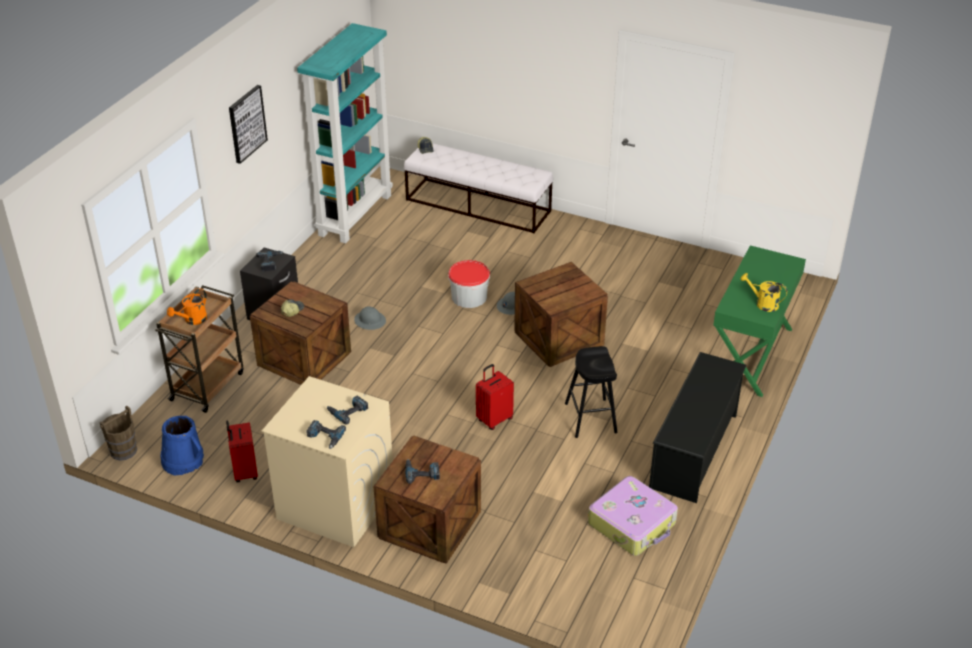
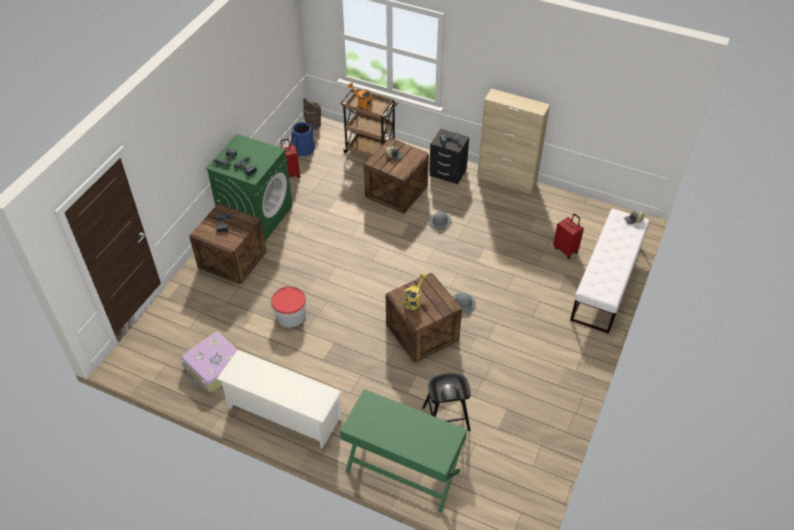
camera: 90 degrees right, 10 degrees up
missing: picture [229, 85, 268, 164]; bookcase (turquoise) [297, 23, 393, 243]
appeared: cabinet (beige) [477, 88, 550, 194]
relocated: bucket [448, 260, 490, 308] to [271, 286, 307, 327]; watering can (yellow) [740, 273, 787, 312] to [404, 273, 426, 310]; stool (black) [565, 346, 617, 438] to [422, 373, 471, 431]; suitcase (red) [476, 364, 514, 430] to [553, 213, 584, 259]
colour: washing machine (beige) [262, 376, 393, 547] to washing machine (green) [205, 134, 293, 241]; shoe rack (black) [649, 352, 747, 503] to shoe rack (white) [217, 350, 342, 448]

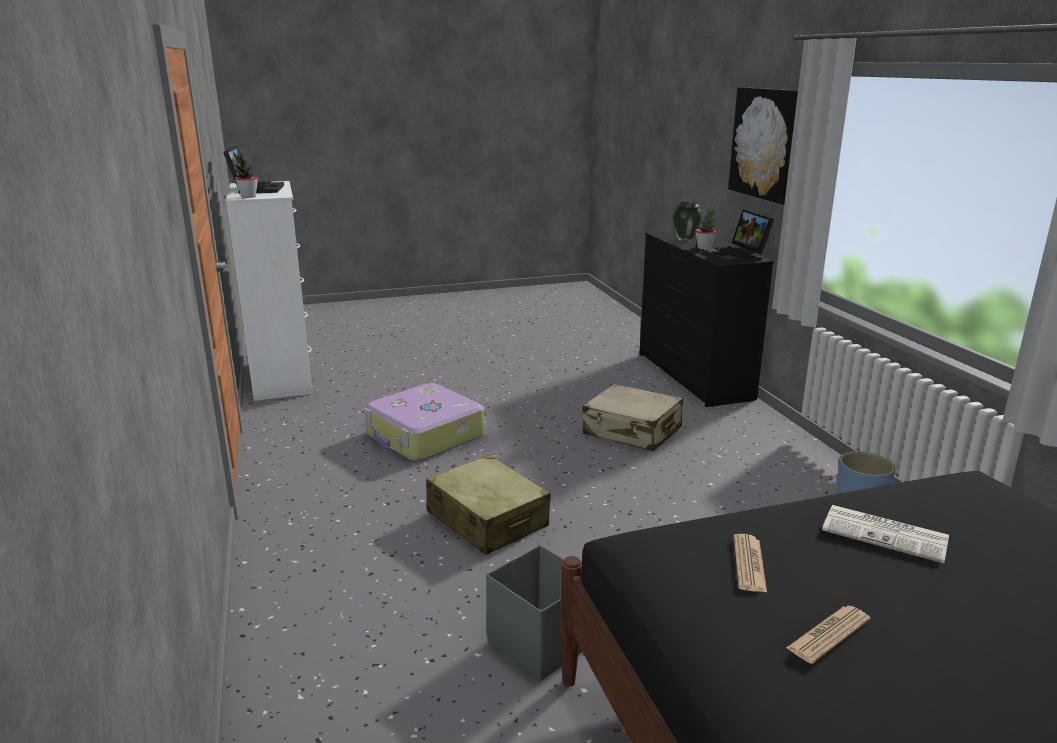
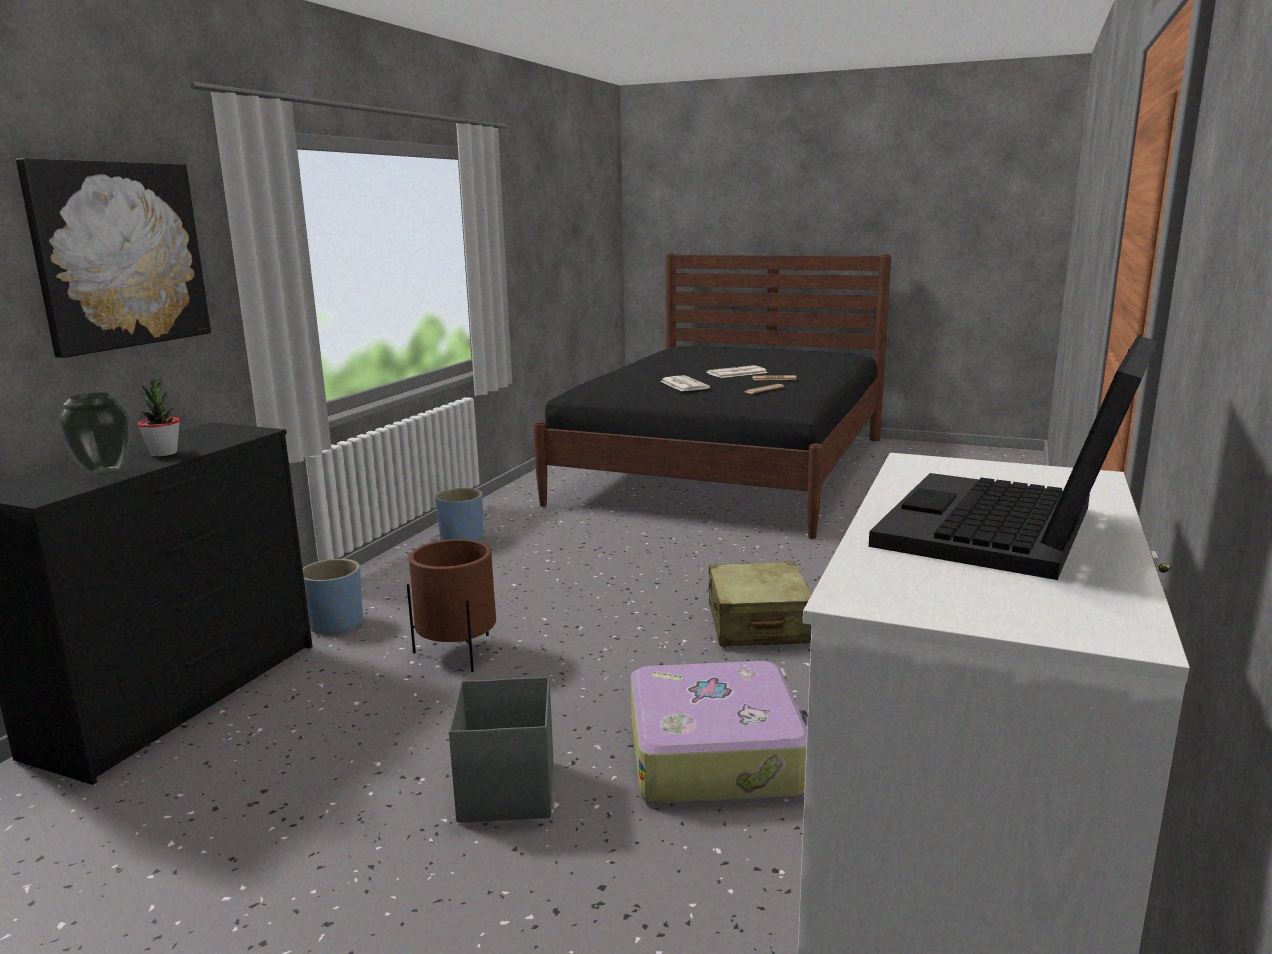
camera: 140 degrees left, 5 degrees down
missing: potted plant [234, 153, 258, 198]; laptop [702, 209, 774, 263]
appeared: planter (blue) [302, 559, 363, 634]; newspaper [706, 365, 768, 378]
relocated: storage box (grey) [486, 545, 582, 681] to [449, 677, 553, 823]
exchanged: suitcase (beige) [582, 384, 683, 451] to planter (brown) [407, 539, 496, 672]

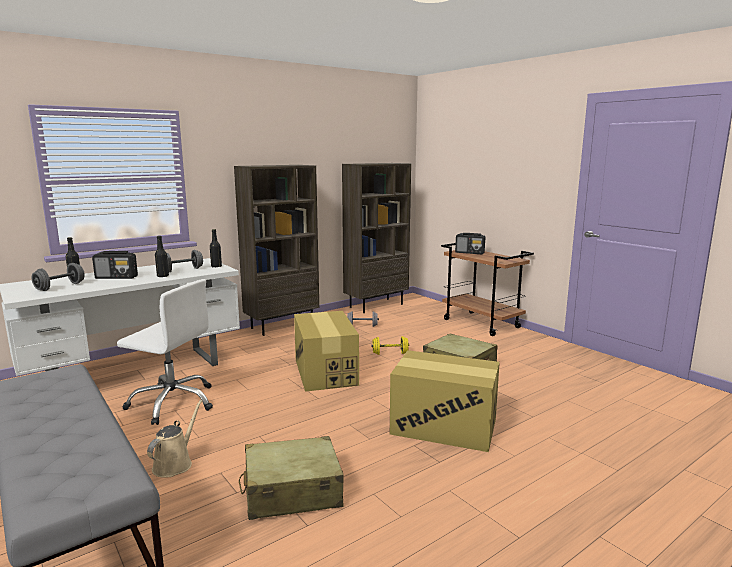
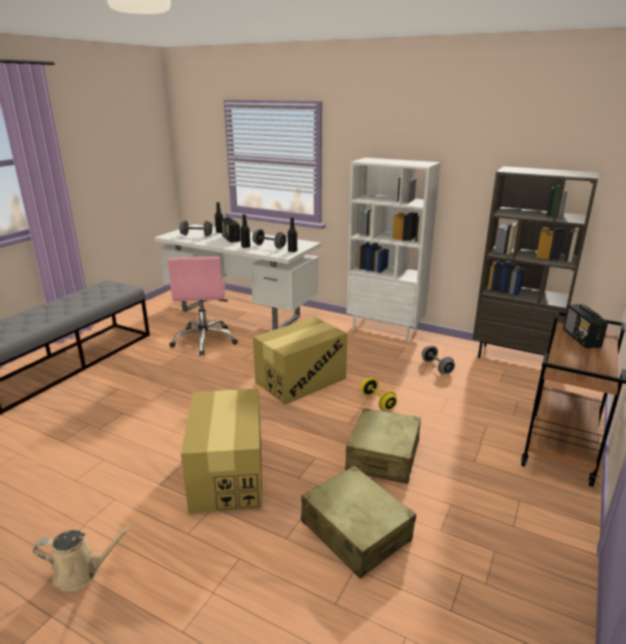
camera: 65 degrees right, 10 degrees up
relocated: watering can (beige) [147, 400, 203, 478] to [33, 526, 132, 591]; suitcase (beige) [239, 436, 344, 520] to [301, 465, 416, 579]
colour: office chair (white) [117, 279, 213, 425] to office chair (pink) [167, 257, 238, 356]; bookcase (brown) [234, 165, 319, 336] to bookcase (white) [346, 158, 441, 342]

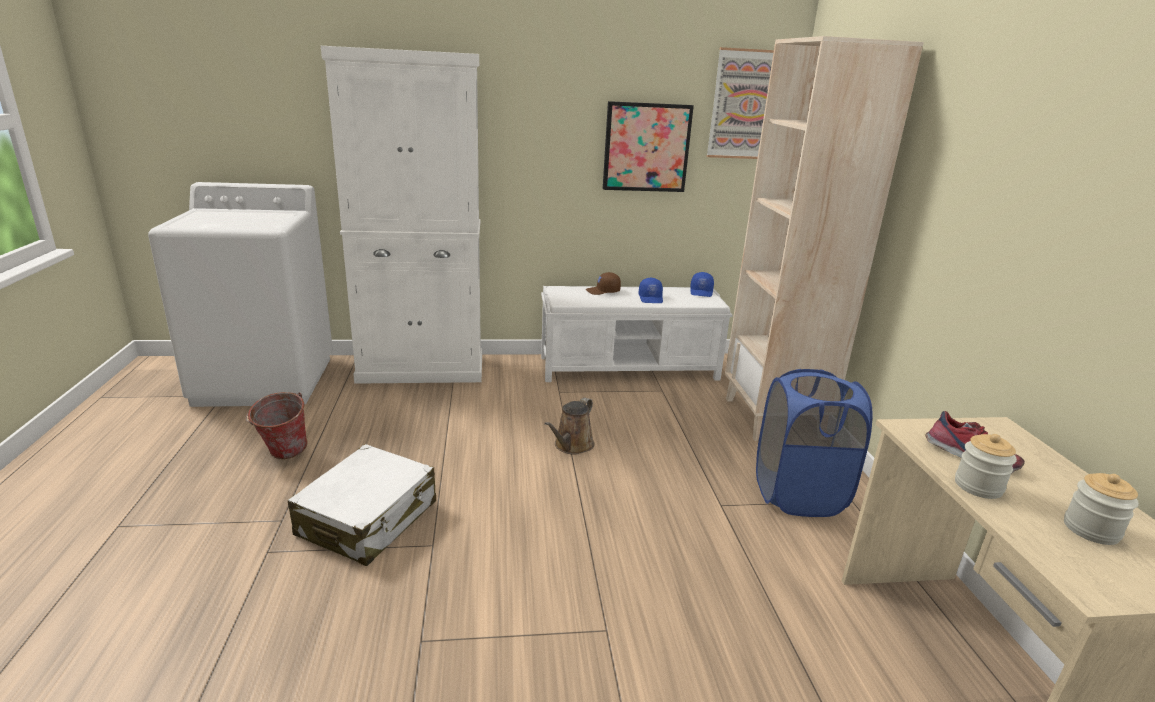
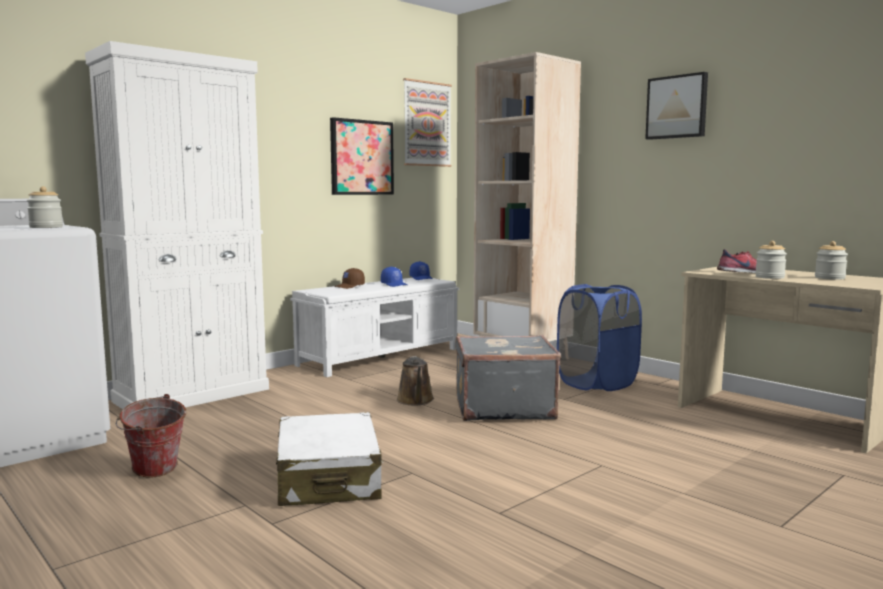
camera: 35 degrees left, 15 degrees down
appeared: jar [27, 186, 63, 228]; suitcase (grey) [455, 335, 561, 421]; picture [645, 72, 708, 140]

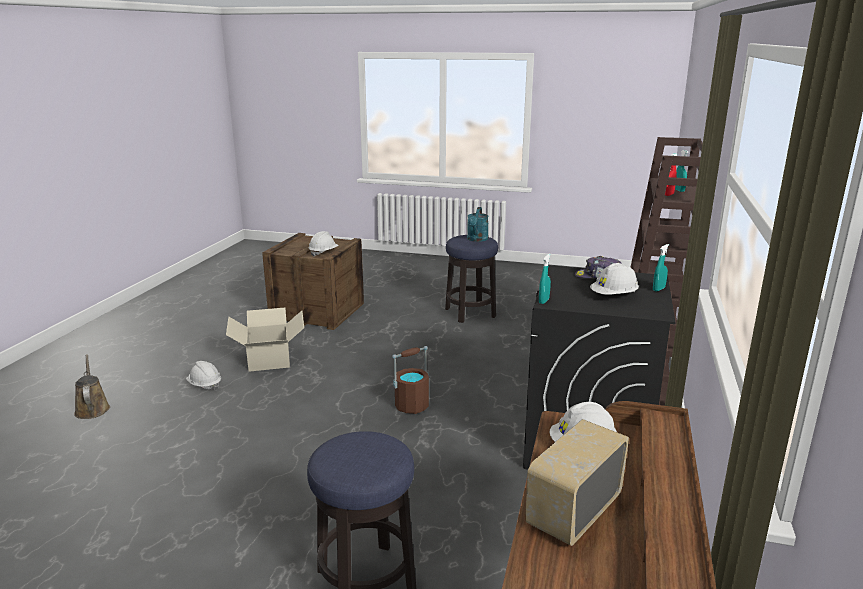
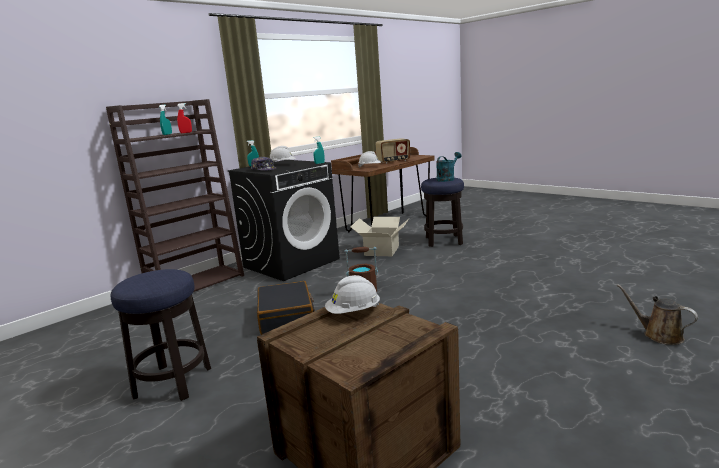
camera: 150 degrees left, 5 degrees down
missing: hard hat (white) [186, 361, 221, 390]
appeared: suitcase (black) [257, 281, 315, 335]
relocated: cardboard box [226, 308, 304, 372] to [351, 217, 409, 256]; watering can (turquoise) [467, 207, 489, 242] to [436, 152, 461, 182]
spun: watering can (brown) [74, 354, 110, 419] = [616, 284, 698, 345] 135 degrees clockwise

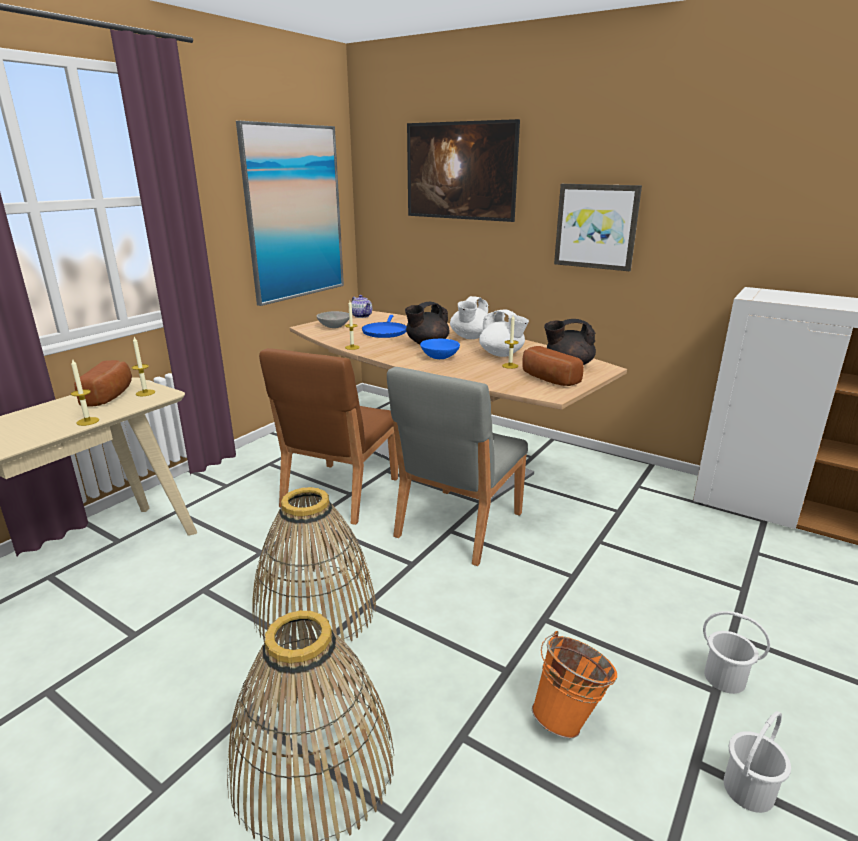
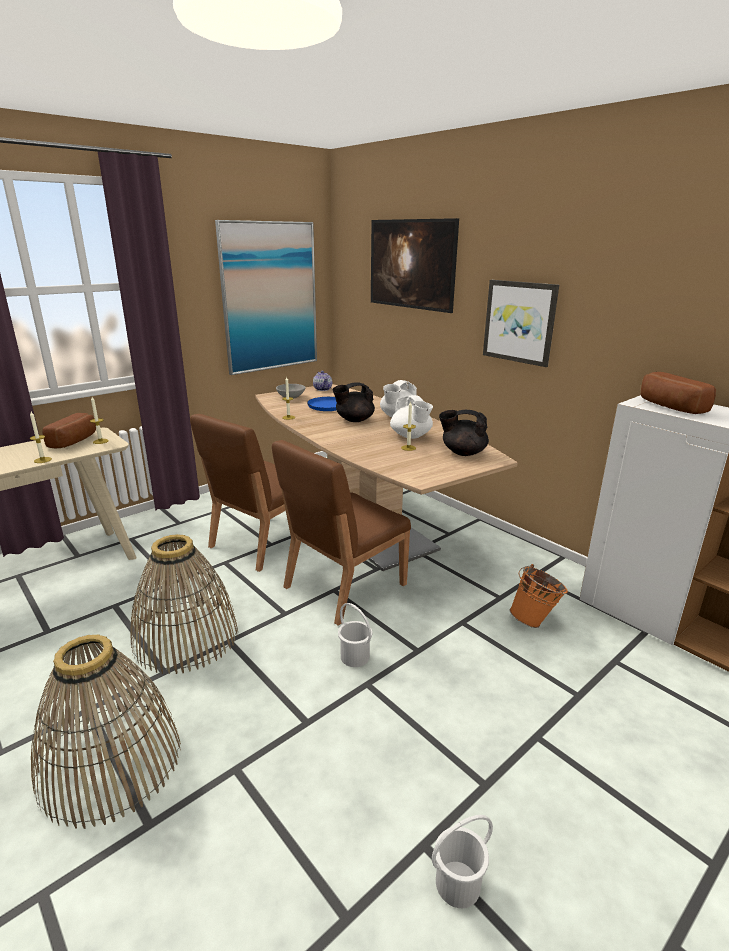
camera: 15 degrees right, 0 degrees up
missing: bowl (blue) [420, 339, 460, 359]
relocated: bucket (white) [703, 611, 770, 694] to [338, 603, 372, 667]; bucket (orange) [532, 631, 617, 739] to [510, 564, 568, 628]; bread [522, 346, 584, 386] to [641, 372, 716, 414]
colour: chair (grey) [387, 367, 528, 566] to chair (brown) [272, 440, 411, 626]

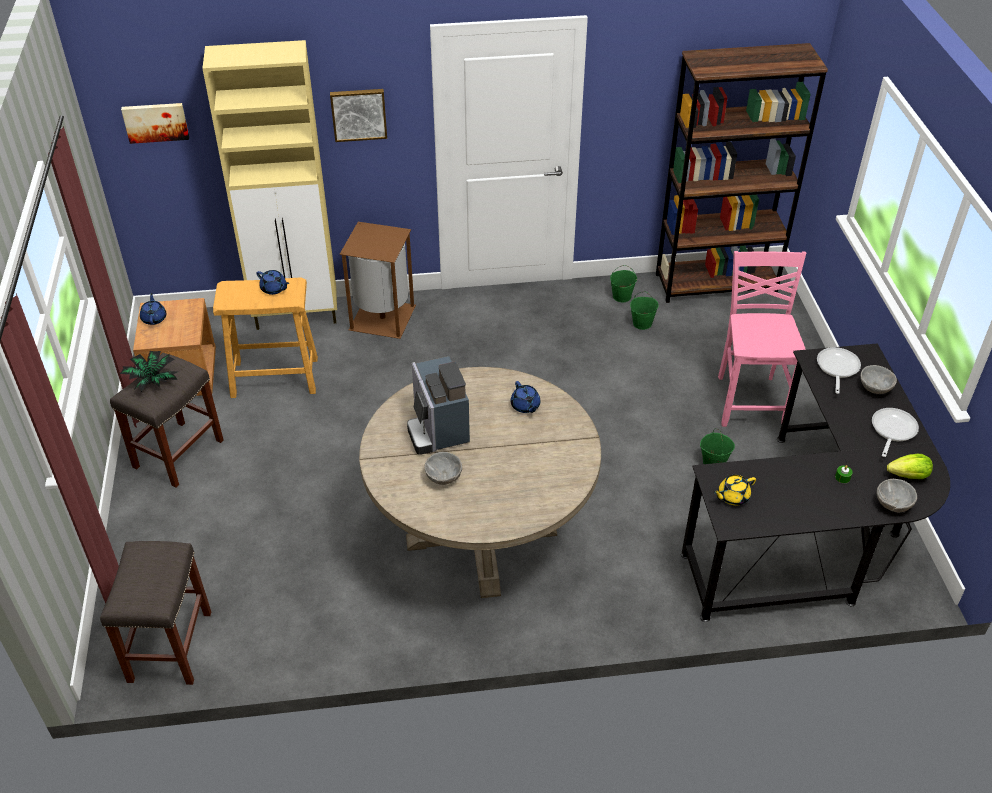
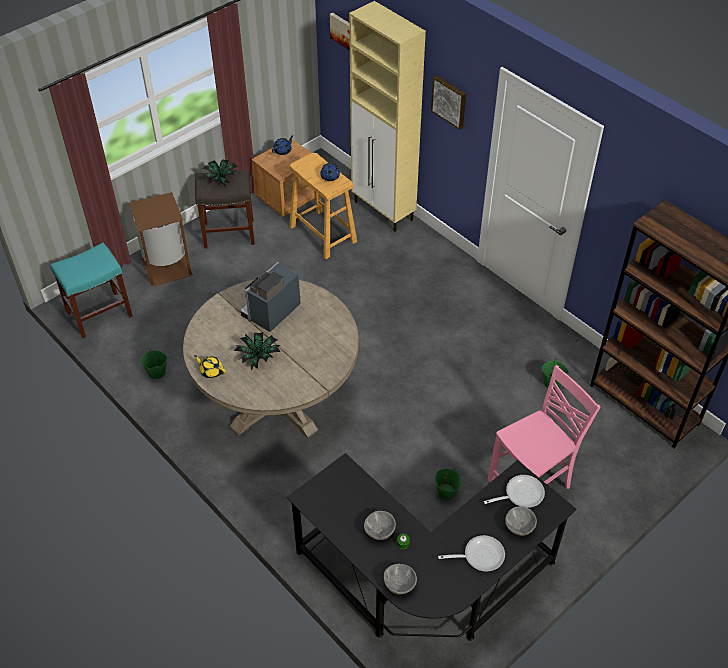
camera: 55 degrees right, 5 degrees up
missing: teapot (blue) [510, 381, 540, 413]; lettuce [887, 454, 933, 479]
appeared: potted plant [234, 332, 280, 371]
relocated: trash can (brown) [340, 222, 416, 339] to [129, 192, 193, 287]; bucket (green) [610, 265, 637, 302] to [141, 348, 168, 379]; teapot (yellow) [713, 475, 756, 505] to [194, 355, 226, 378]; bowl (grey) [425, 452, 462, 485] to [364, 511, 396, 540]
colour: stool (grey) [100, 541, 211, 685] to stool (turquoise) [50, 243, 133, 338]

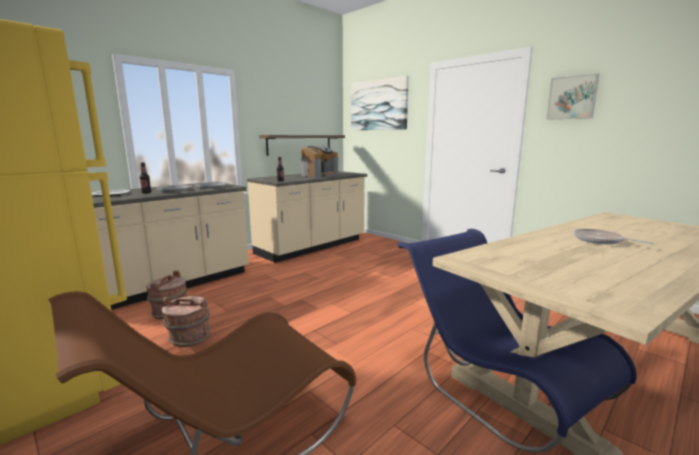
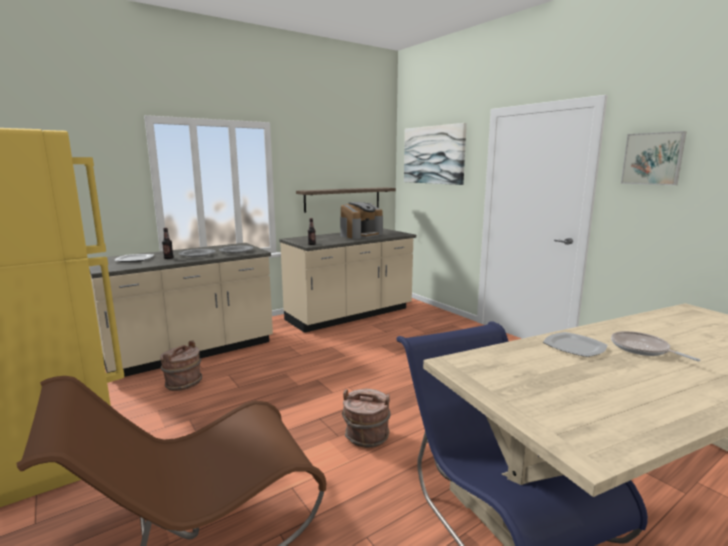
camera: 10 degrees right, 0 degrees up
appeared: plate [543, 332, 608, 357]
relocated: bucket (brown) [162, 296, 211, 347] to [342, 389, 391, 448]

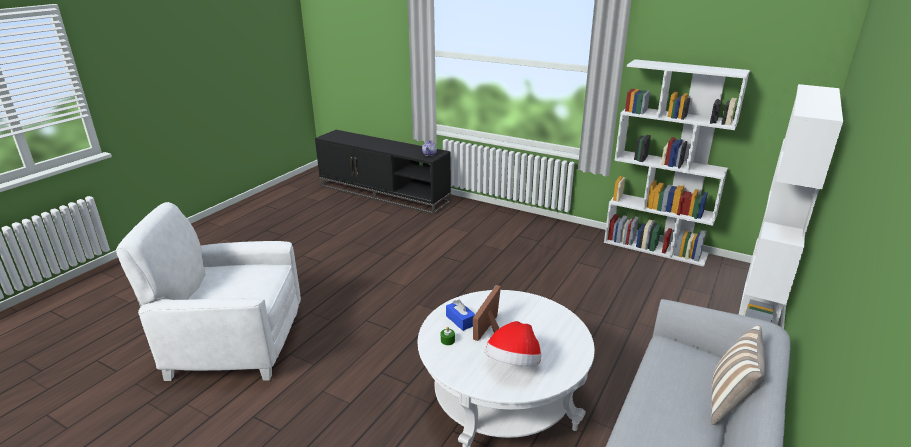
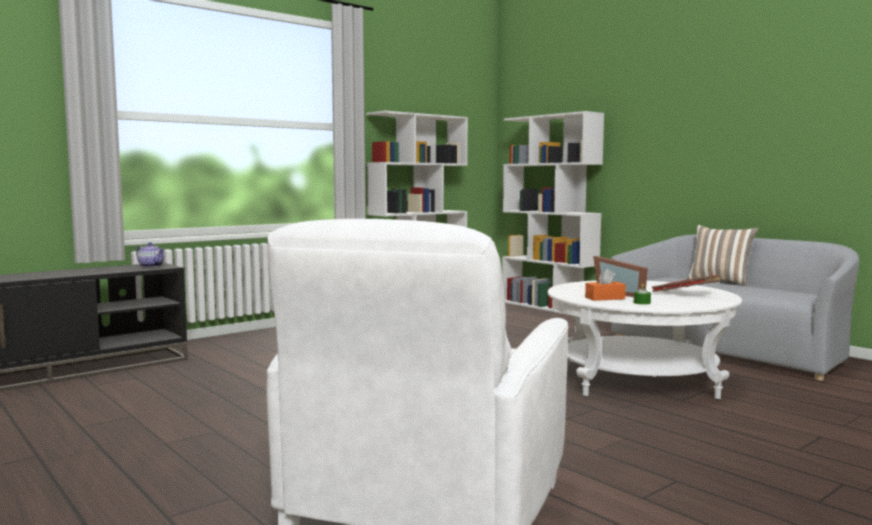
camera: 70 degrees left, 20 degrees down
exchanged: hat [484, 321, 541, 366] to book (red) [652, 274, 721, 292]
colour: tissue box (blue) [446, 300, 475, 331] to tissue box (orange) [585, 269, 626, 301]

